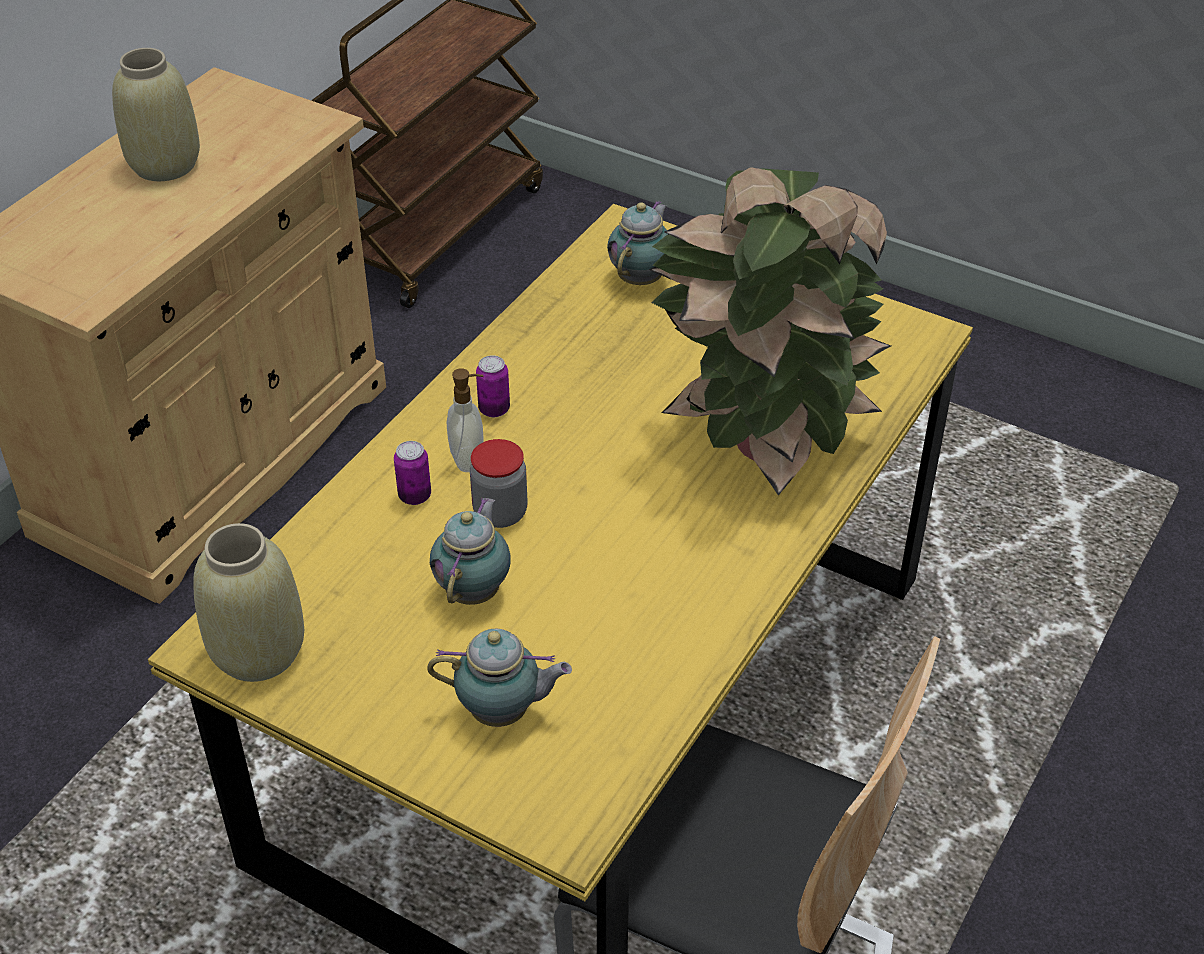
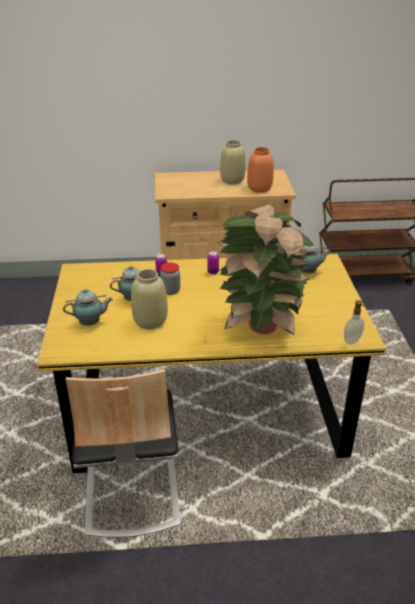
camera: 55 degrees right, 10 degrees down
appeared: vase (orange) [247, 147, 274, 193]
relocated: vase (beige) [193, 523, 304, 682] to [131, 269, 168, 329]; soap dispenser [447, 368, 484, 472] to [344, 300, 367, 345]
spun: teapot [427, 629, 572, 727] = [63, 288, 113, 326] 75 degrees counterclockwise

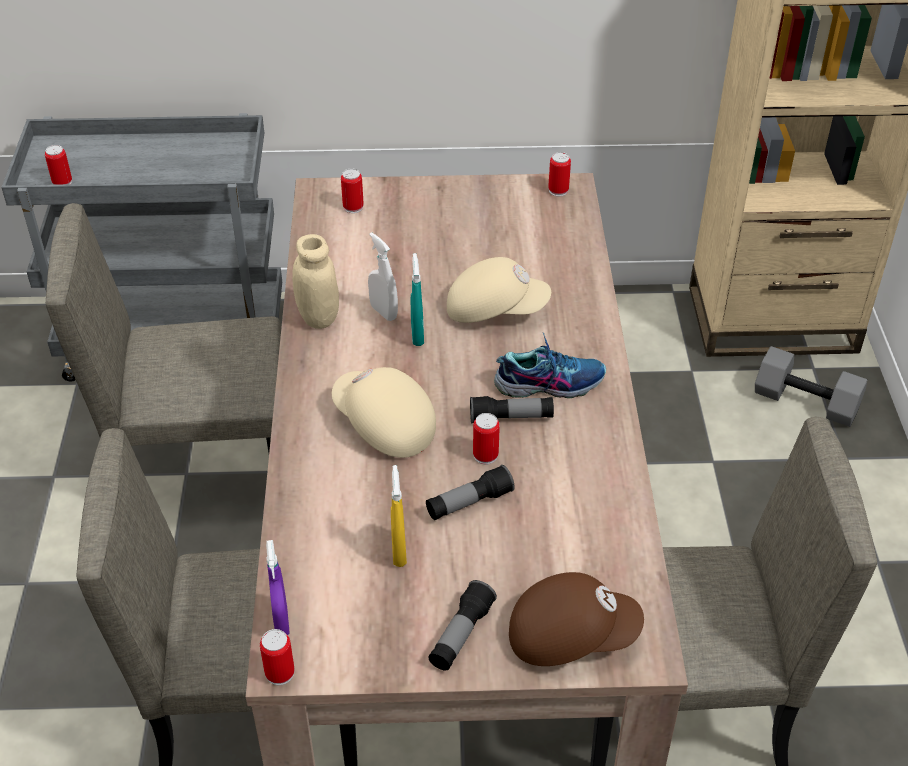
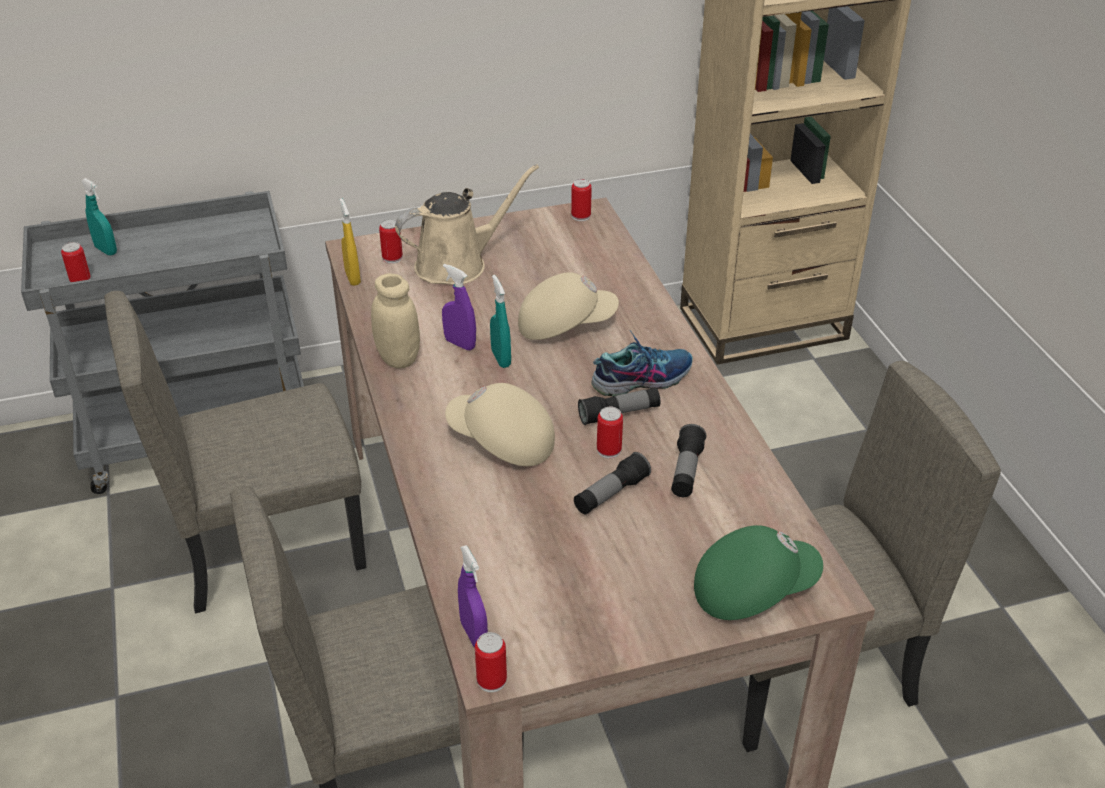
camera: 15 degrees left, 5 degrees down
missing: dumbbell (grey) [755, 346, 867, 427]
appeared: spray bottle (turquoise) [81, 178, 117, 255]; watering can (beige) [395, 164, 539, 285]
relocated: spray bottle (yellow) [391, 465, 407, 567] to [340, 198, 361, 286]; flashlight [428, 580, 497, 670] to [671, 424, 706, 497]
colour: spray bottle (white) [368, 232, 398, 321] to spray bottle (purple) [442, 264, 476, 350]; cap (brown) [509, 572, 644, 666] to cap (green) [694, 525, 823, 620]

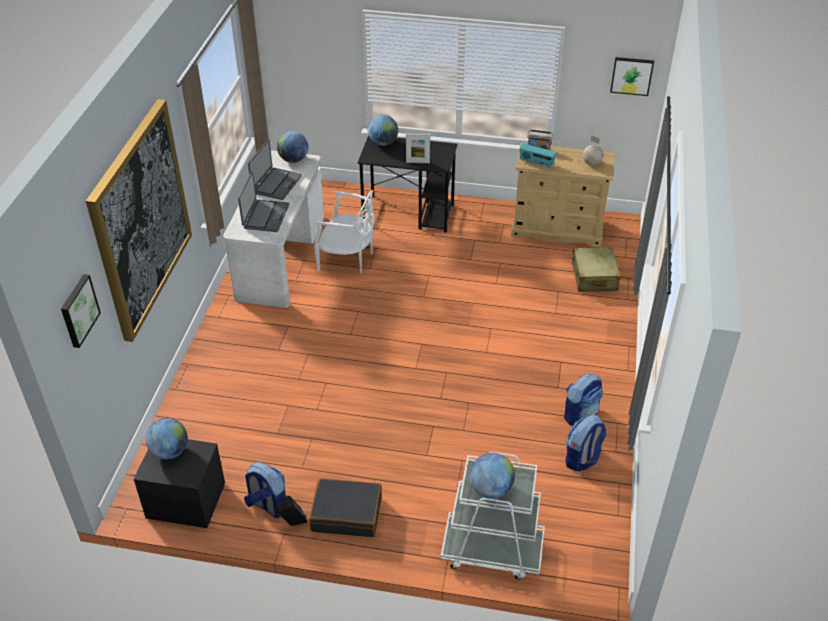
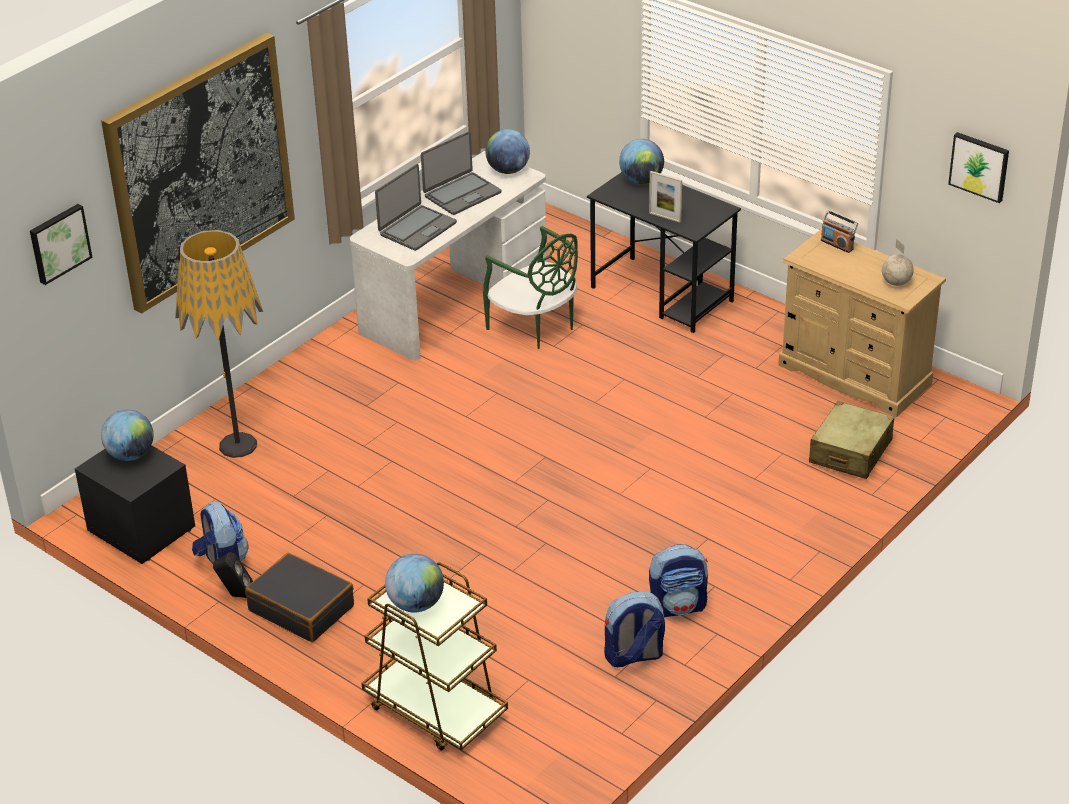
camera: 30 degrees right, 5 degrees down
missing: radio [520, 143, 557, 168]
appeared: floor lamp [175, 230, 263, 458]
colour: cart (white) [441, 452, 545, 579] to cart (brown) [361, 562, 508, 751]; chair (white) [314, 190, 375, 273] to chair (green) [483, 226, 578, 349]

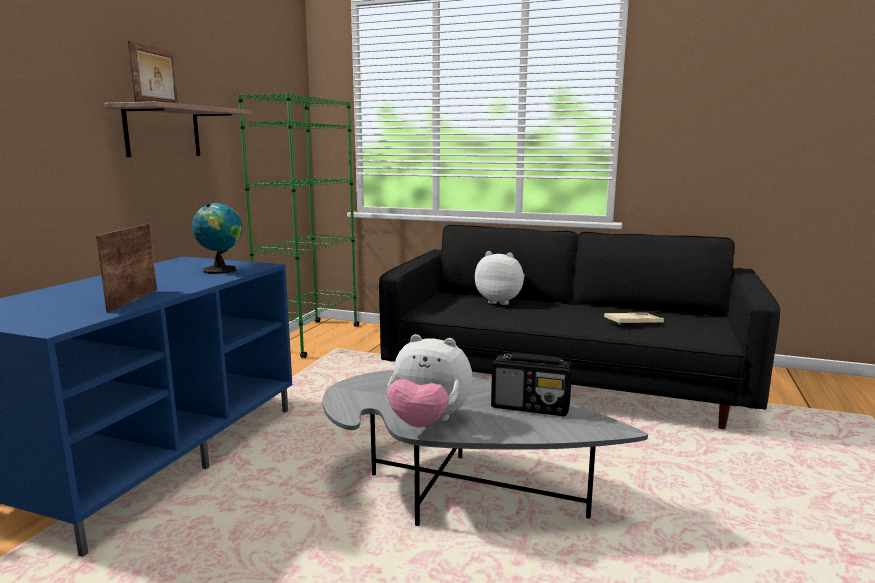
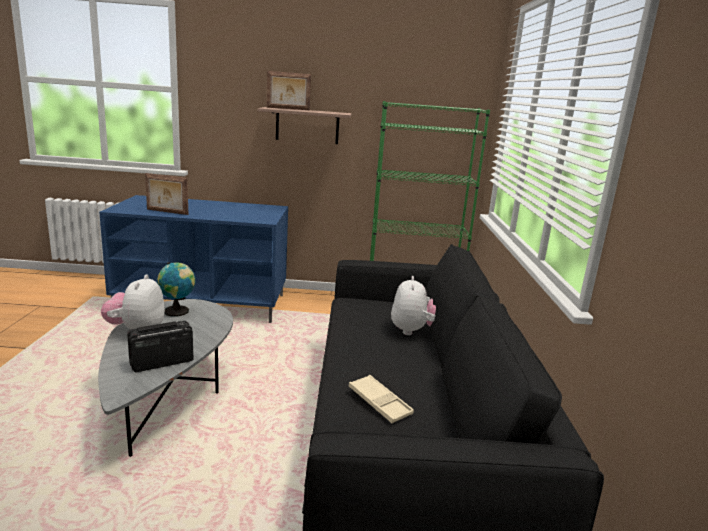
camera: 70 degrees right, 5 degrees up
relocated: globe [192, 203, 242, 274] to [157, 262, 195, 316]
spun: radio [491, 353, 572, 416] = [127, 321, 193, 372] 60 degrees clockwise; picture frame [96, 223, 157, 313] = [145, 173, 188, 215] 150 degrees counterclockwise

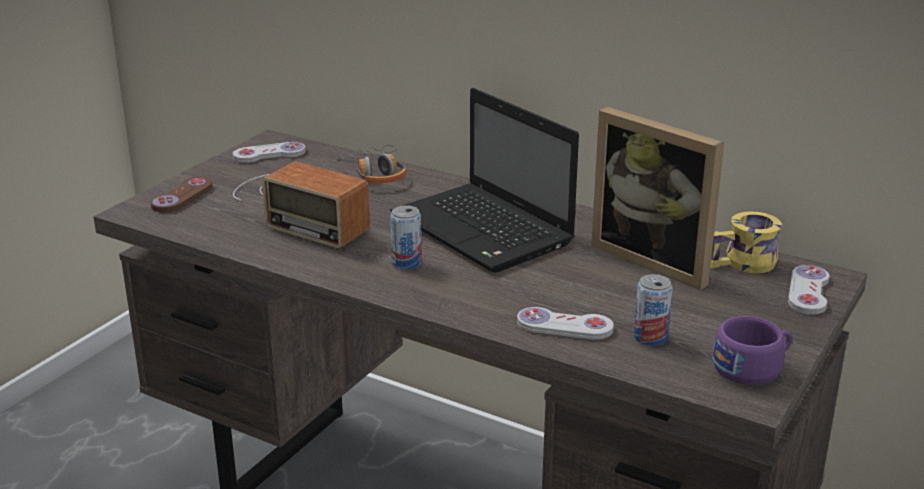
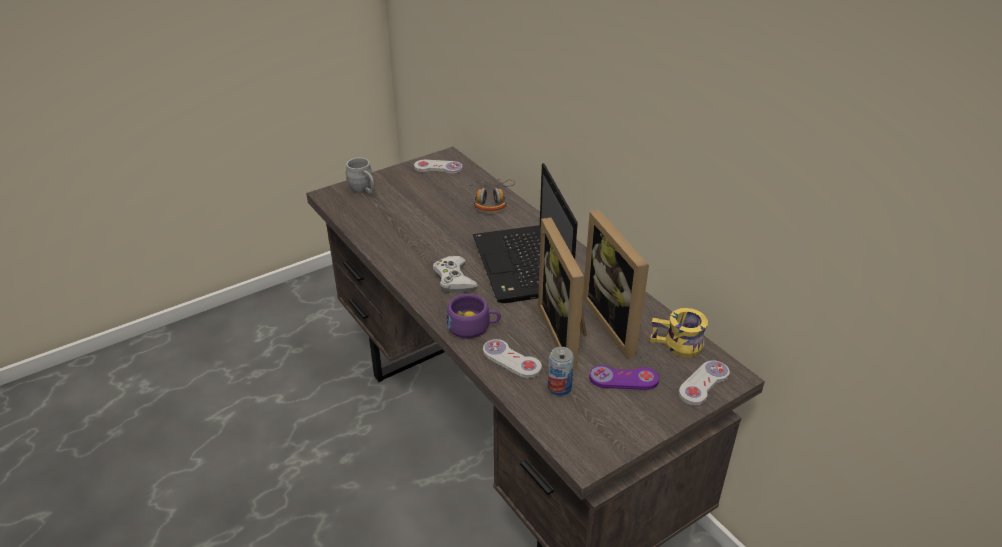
camera: 25 degrees right, 10 degrees up
missing: radio [233, 161, 370, 248]
appeared: picture frame [538, 218, 587, 369]; game controller (purple) [589, 365, 659, 390]
relocated: cup (purple) [712, 316, 792, 385] to [446, 294, 501, 338]
exchanged: game controller (brown) [151, 177, 212, 212] to mug (grey) [346, 158, 375, 193]; can [390, 205, 422, 270] to game controller (white) [433, 256, 478, 293]

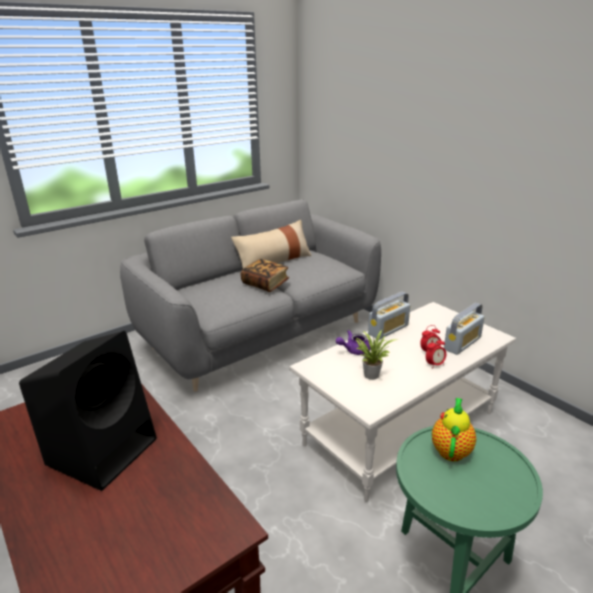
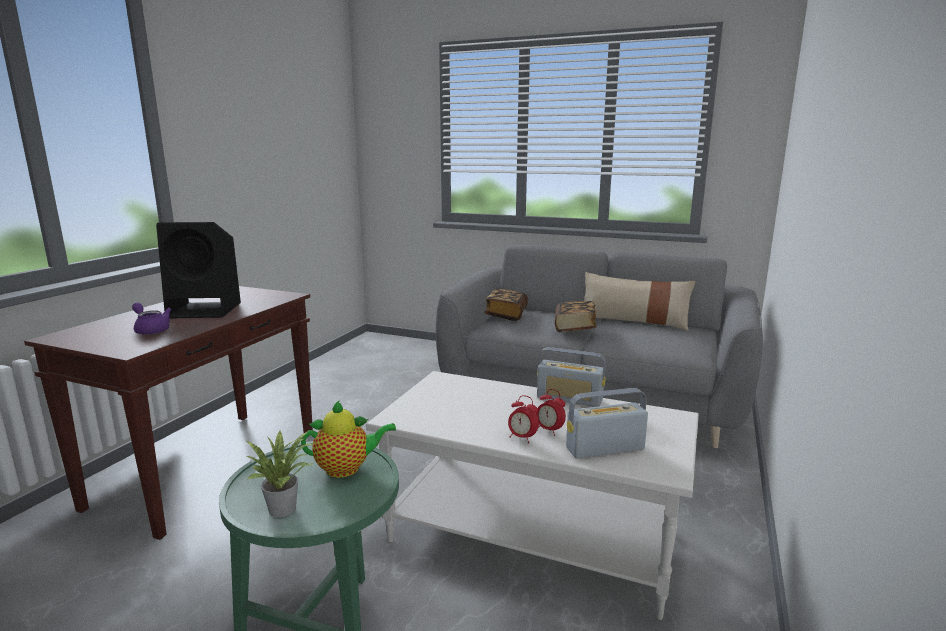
camera: 60 degrees right, 10 degrees down
appeared: book [484, 289, 528, 321]
relocated: teapot (purple) [336, 330, 370, 355] to [132, 302, 171, 335]; potted plant [355, 330, 398, 380] to [245, 431, 313, 518]
spun: radio [444, 303, 485, 355] = [566, 388, 648, 458] 150 degrees clockwise

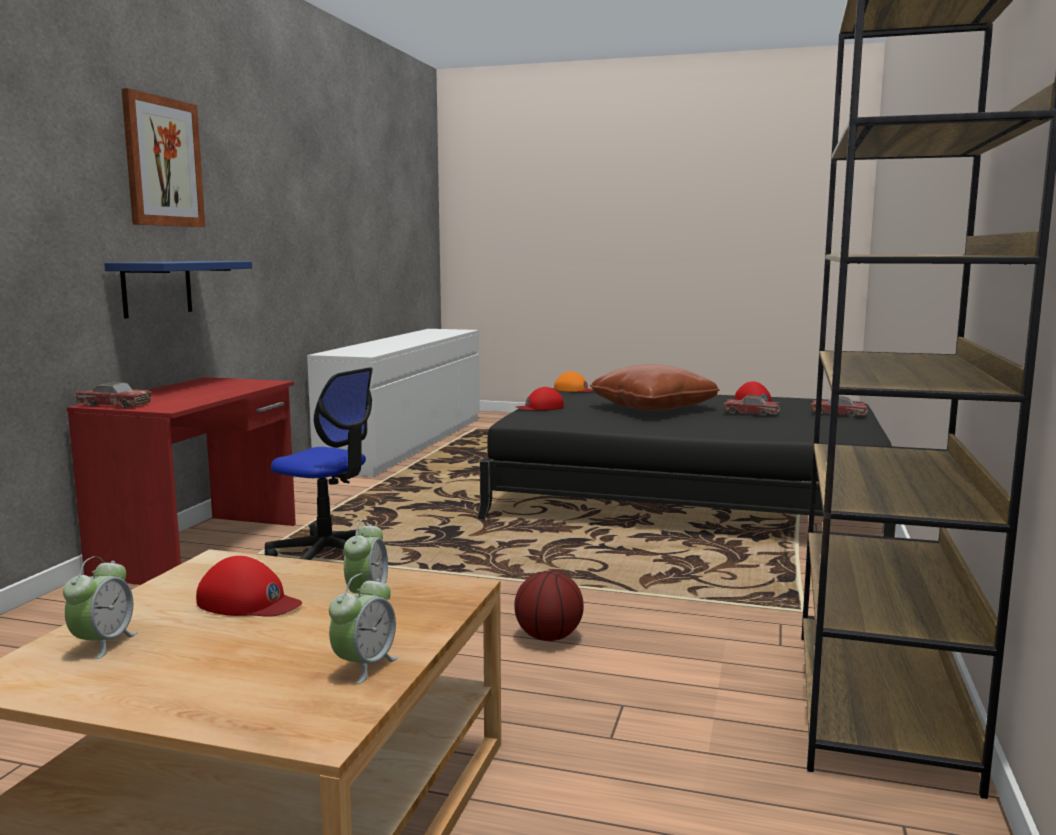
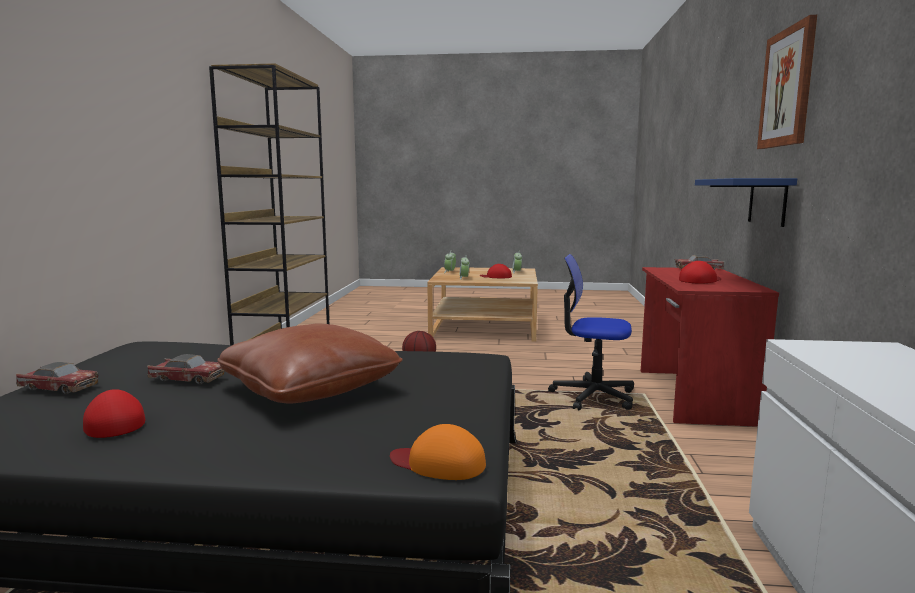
camera: 170 degrees right, 0 degrees up
relocated: cap (red) [516, 387, 564, 410] to [679, 261, 721, 284]

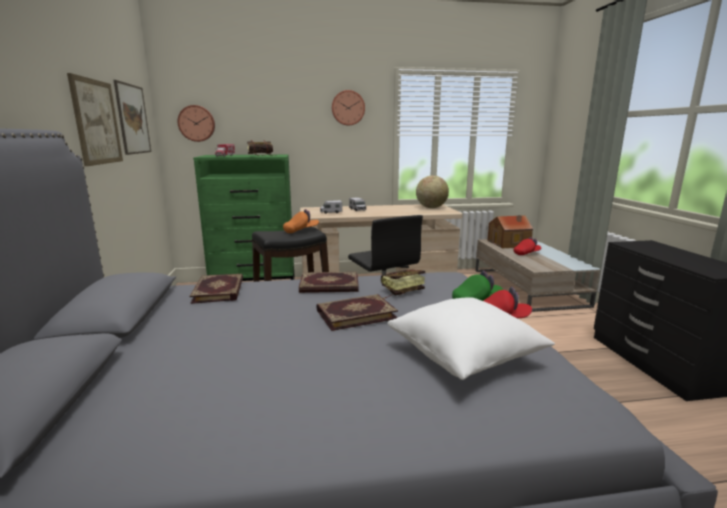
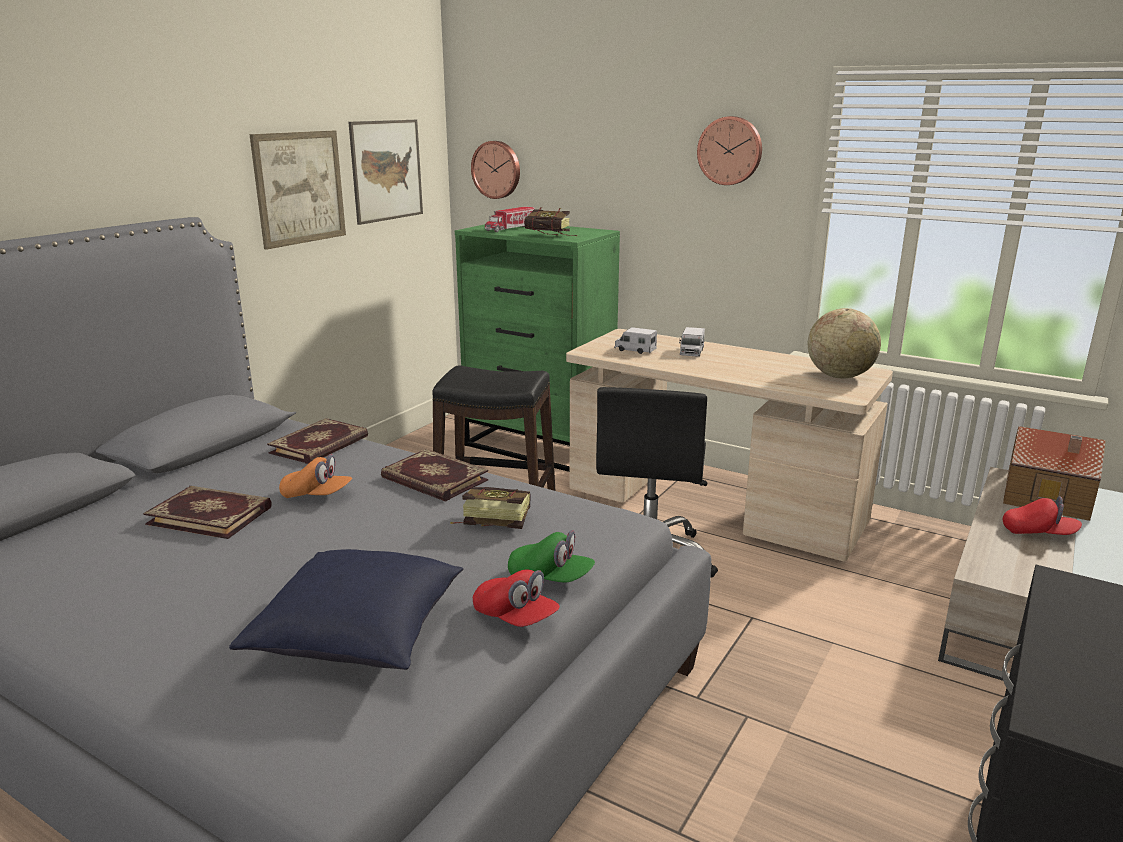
camera: 40 degrees right, 5 degrees up
relocated: book [317, 294, 398, 331] to [143, 486, 272, 539]; cap (orange) [283, 209, 319, 233] to [279, 454, 352, 498]
colour: pillow (white) [388, 297, 555, 380] to pillow (blue) [229, 549, 463, 670]

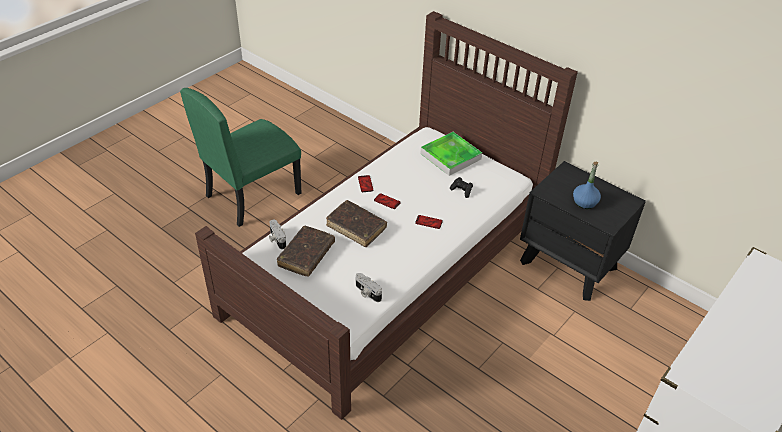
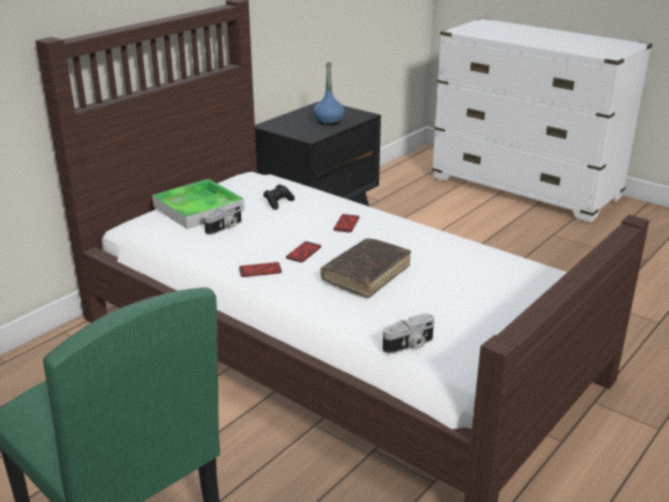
camera: 90 degrees left, 15 degrees down
missing: book (brown) [277, 226, 335, 277]
relocated: photo camera [356, 273, 382, 302] to [204, 202, 242, 235]

